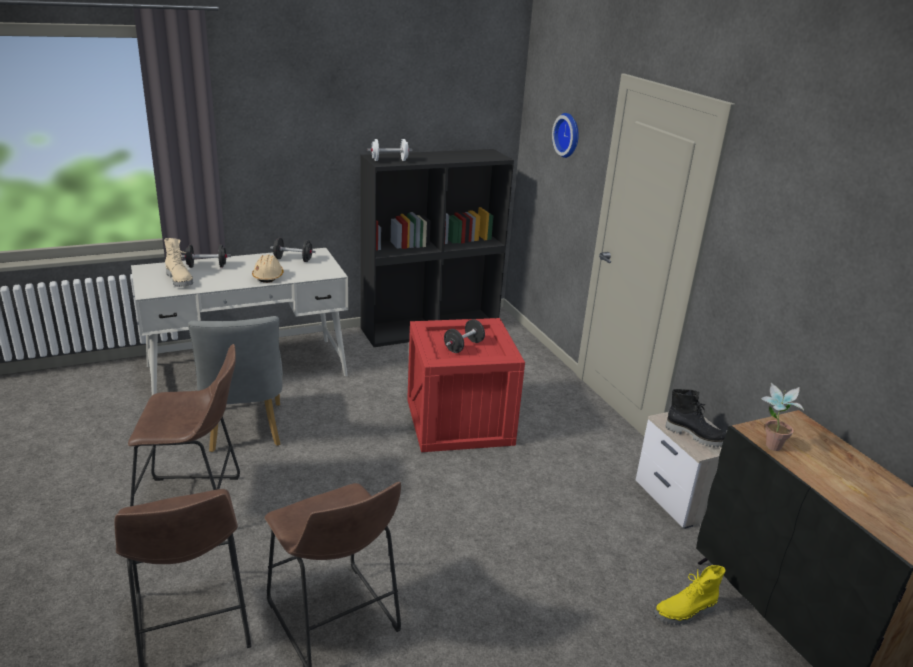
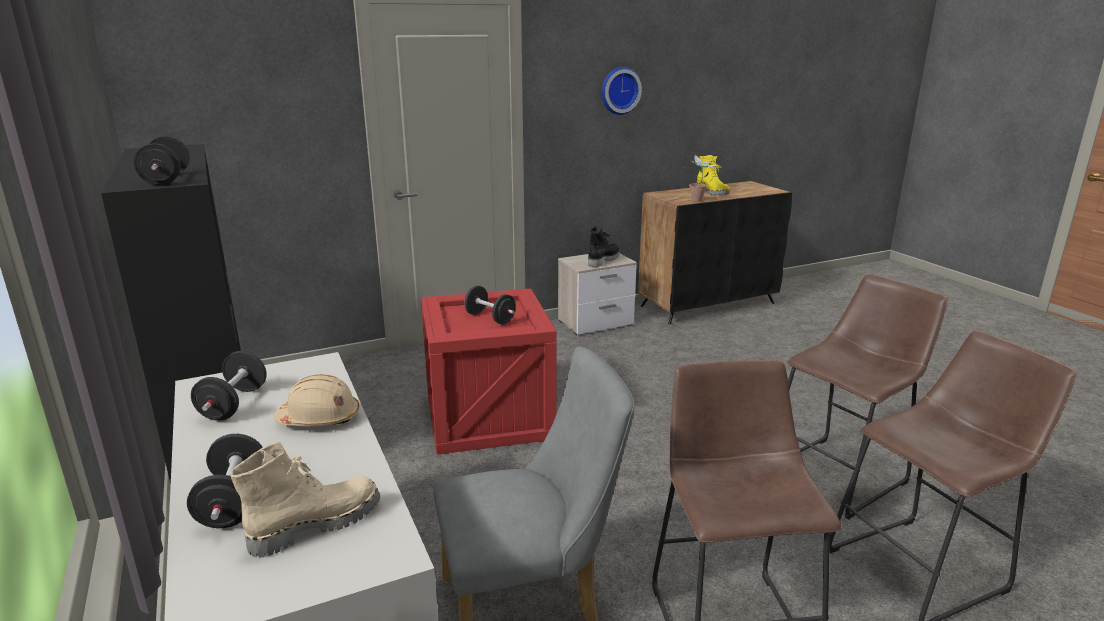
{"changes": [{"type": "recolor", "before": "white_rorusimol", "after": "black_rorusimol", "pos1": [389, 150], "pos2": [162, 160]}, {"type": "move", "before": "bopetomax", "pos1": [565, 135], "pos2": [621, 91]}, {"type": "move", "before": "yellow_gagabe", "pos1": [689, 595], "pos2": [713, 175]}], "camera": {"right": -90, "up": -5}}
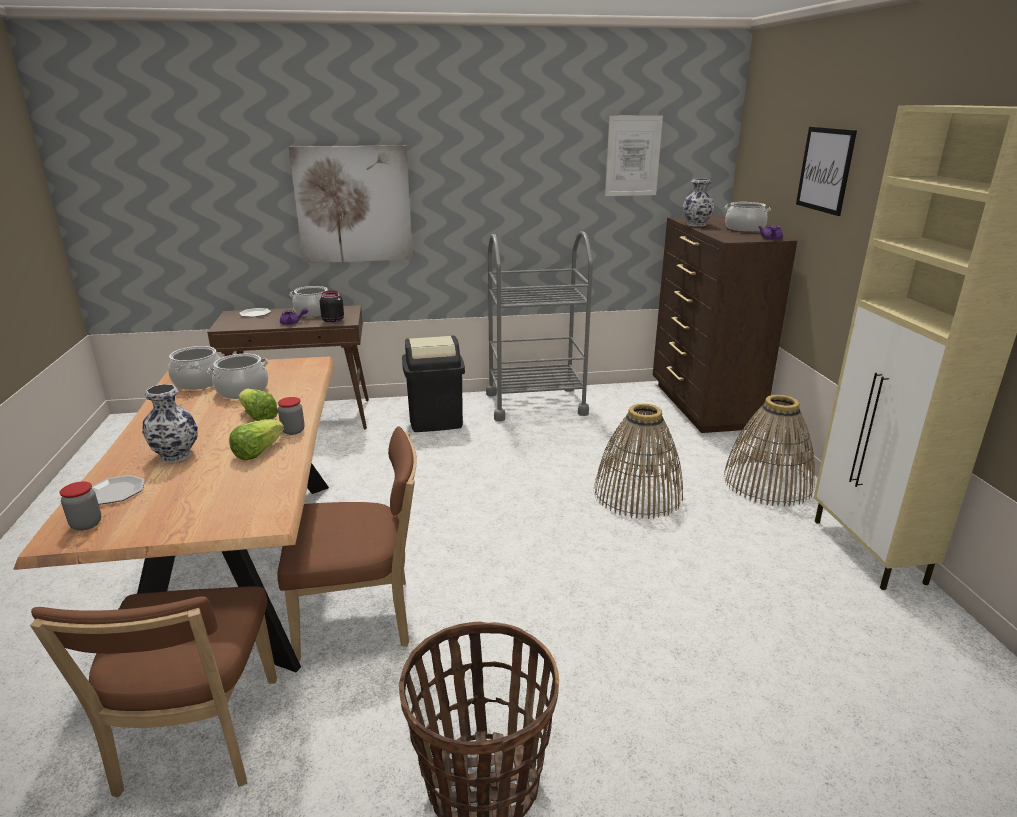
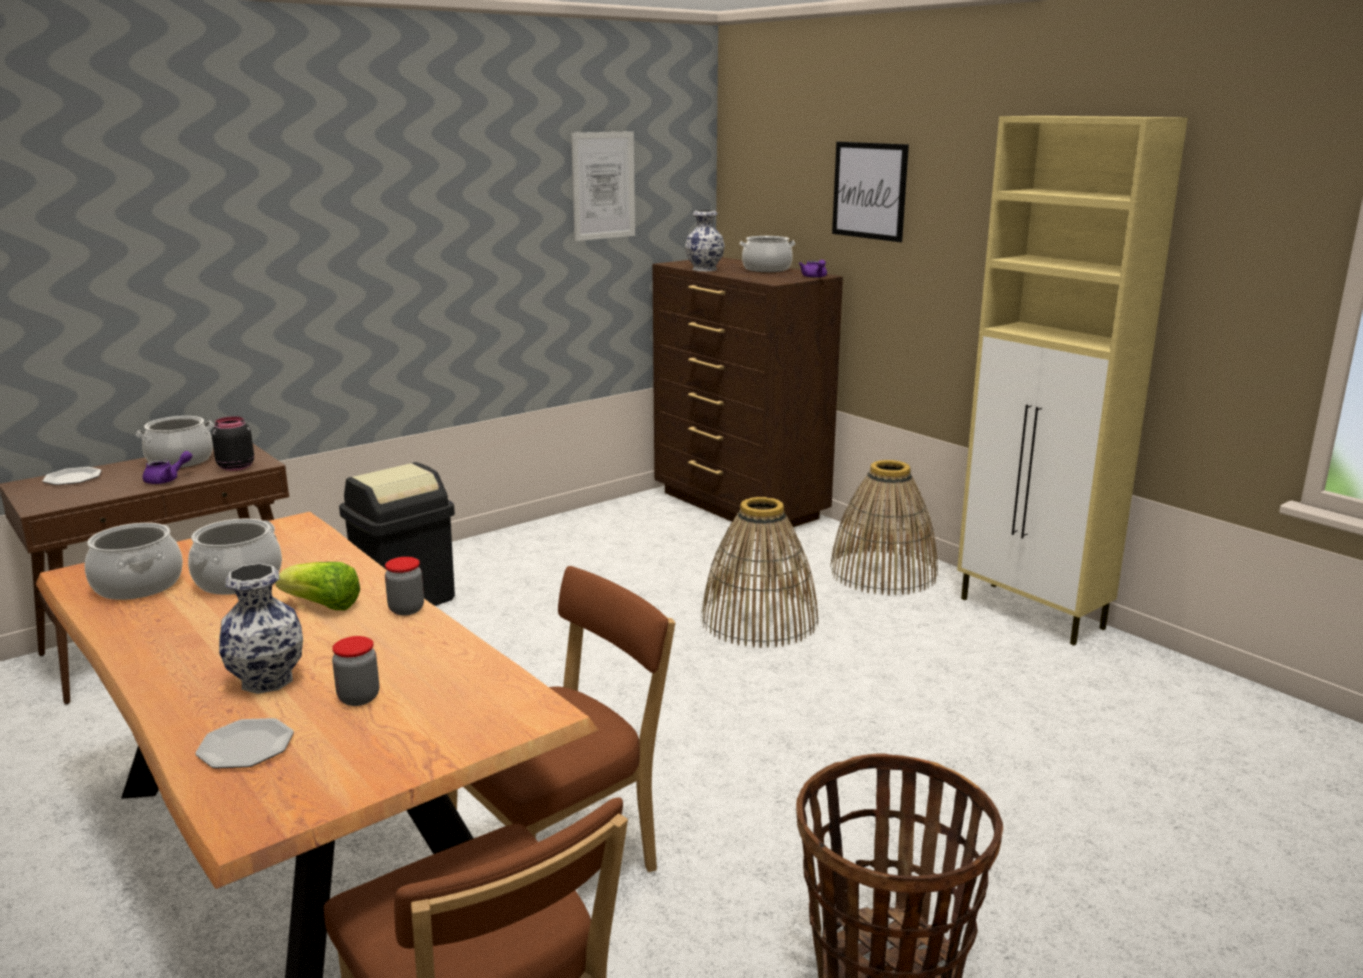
{"changes": [{"type": "move", "before": "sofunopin", "pos1": [80, 506], "pos2": [355, 671]}, {"type": "delete", "before": "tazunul", "pos1": [256, 439]}, {"type": "delete", "before": "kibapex", "pos1": [351, 204]}, {"type": "delete", "before": "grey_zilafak", "pos1": [539, 326]}], "camera": {"right": -30, "up": -5}}
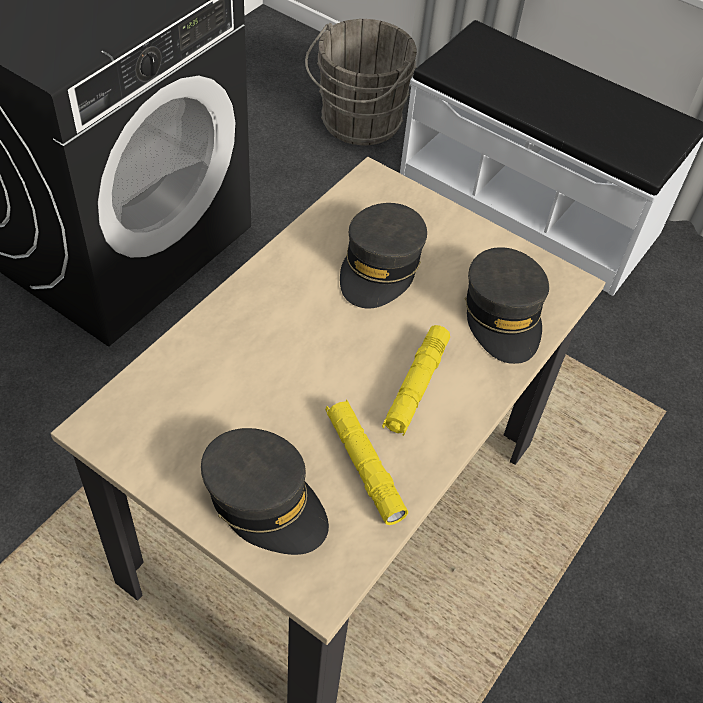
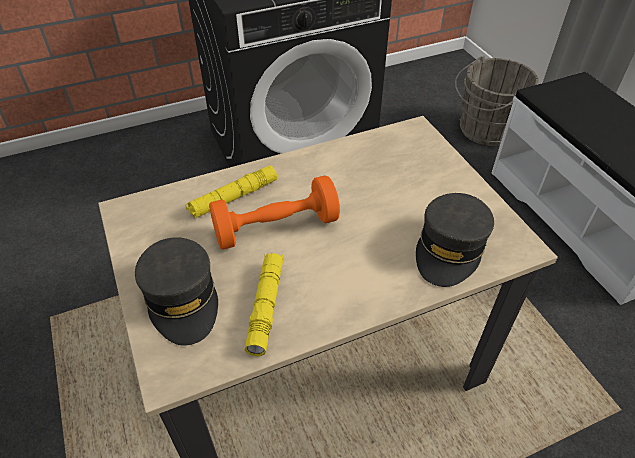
{"changes": [{"type": "move", "before": "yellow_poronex", "pos1": [416, 380], "pos2": [231, 191]}, {"type": "insert", "after": "orange_rorusimol", "pos2": [274, 212]}, {"type": "delete", "before": "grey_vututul", "pos1": [383, 256]}], "camera": {"right": 35, "up": -5}}
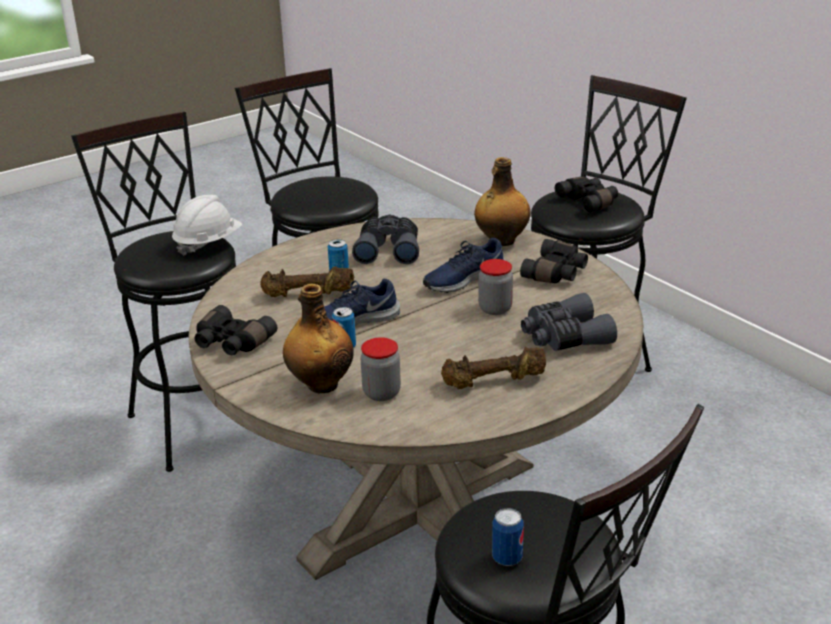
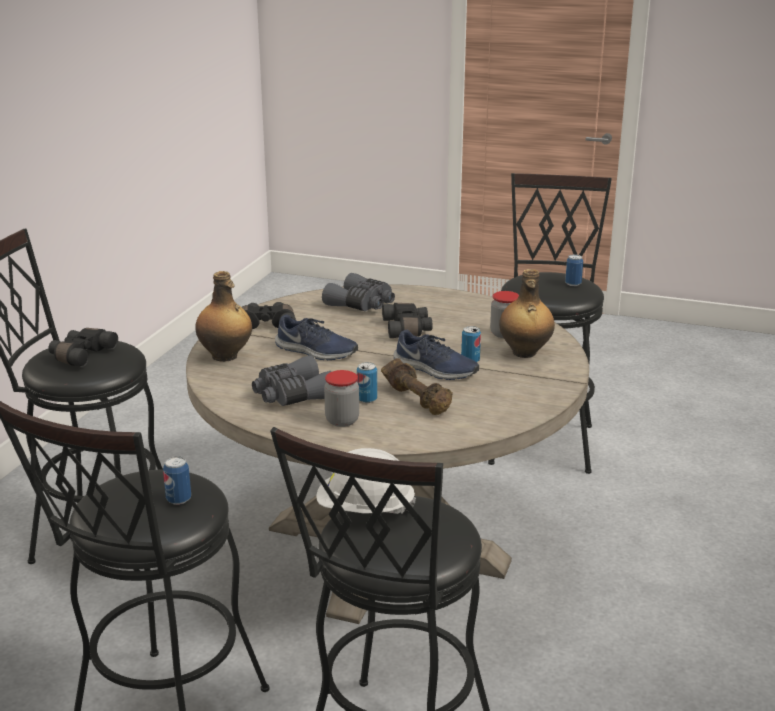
{"changes": [{"type": "insert", "after": "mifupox", "pos2": [177, 480]}, {"type": "move", "before": "sofunopin", "pos1": [495, 287], "pos2": [341, 398]}, {"type": "move", "before": "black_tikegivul", "pos1": [235, 330], "pos2": [407, 320]}, {"type": "delete", "before": "brown_rorusimol", "pos1": [493, 368]}], "camera": {"right": -125, "up": -5}}
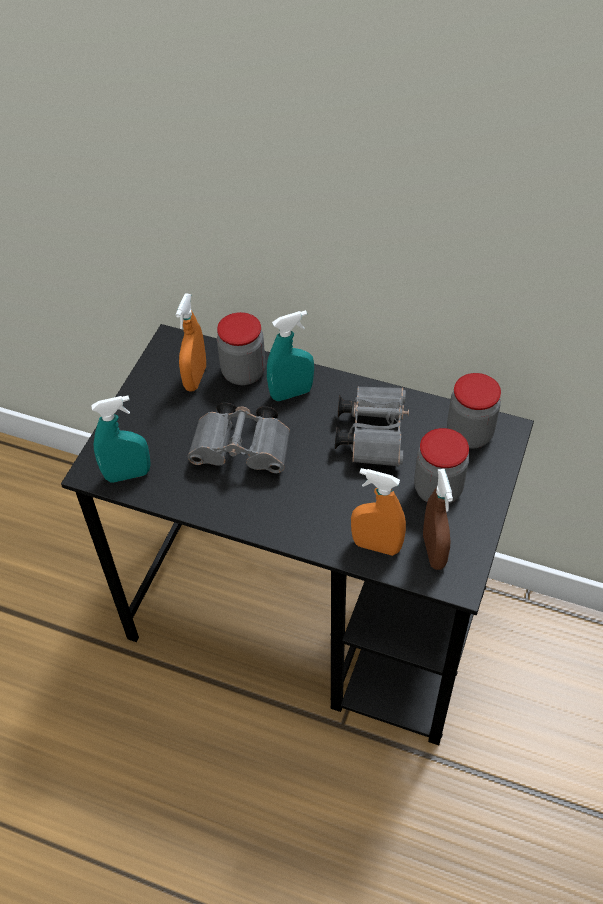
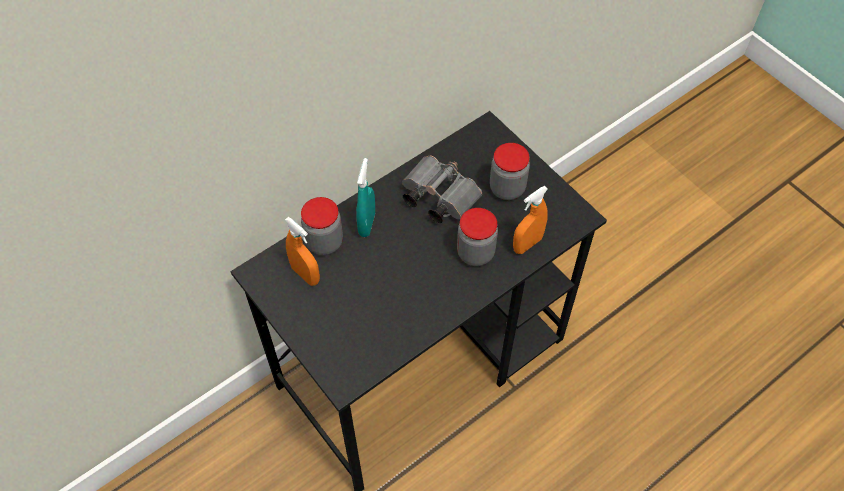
{"changes": [{"type": "move", "before": "sofunopin", "pos1": [474, 411], "pos2": [477, 237]}, {"type": "delete", "before": "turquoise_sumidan", "pos1": [121, 439]}, {"type": "delete", "before": "grey_tikegivul", "pos1": [239, 437]}, {"type": "delete", "before": "brown_sumidan", "pos1": [438, 519]}], "camera": {"right": -60, "up": 5}}
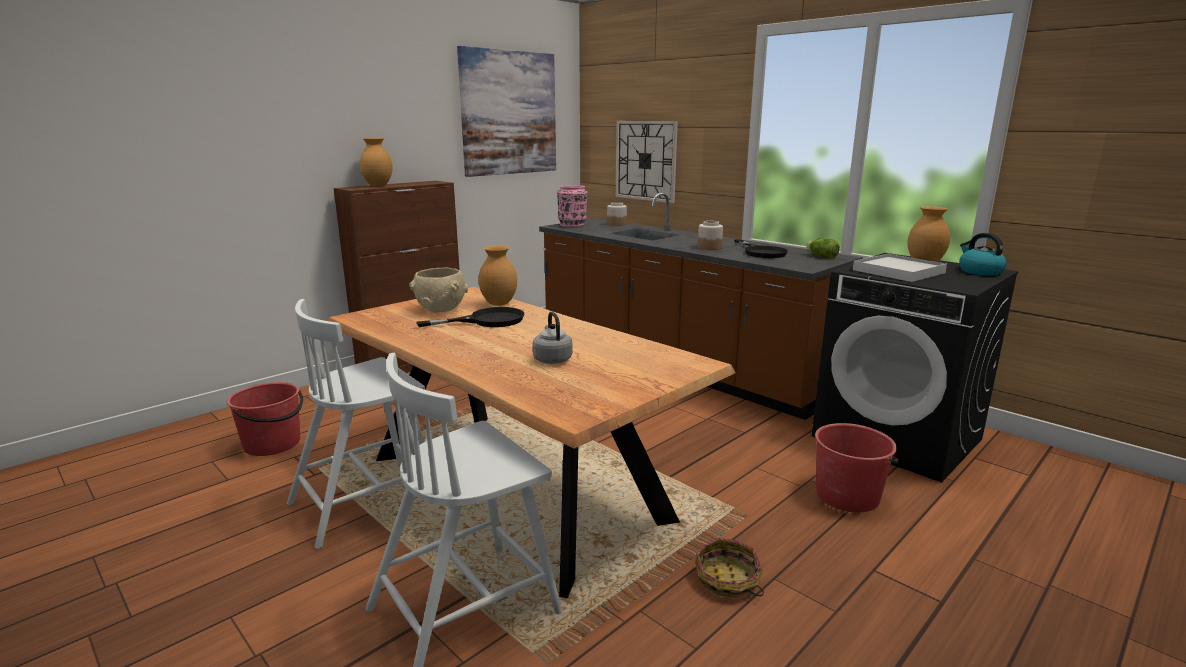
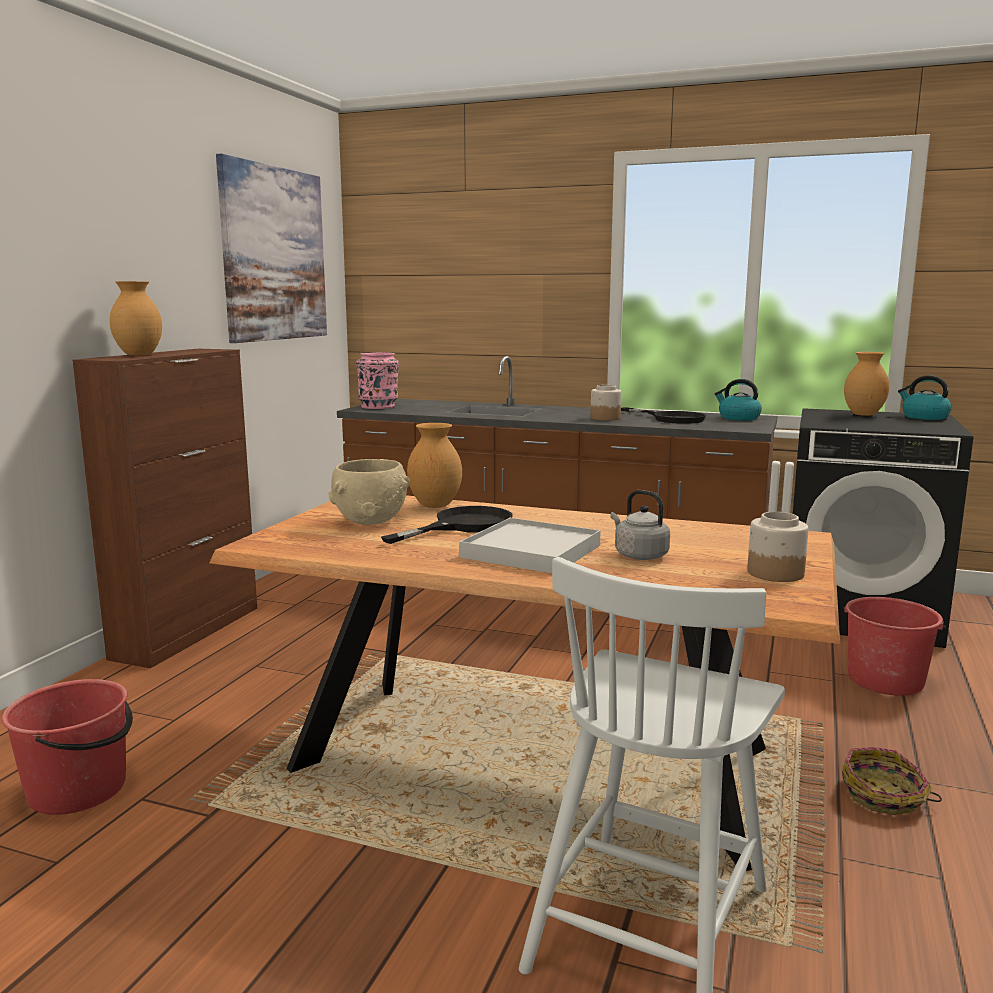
{"changes": [{"type": "move", "before": "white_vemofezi", "pos1": [900, 268], "pos2": [530, 545]}, {"type": "replace", "before": "tazunul", "after": "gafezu", "pos1": [823, 248], "pos2": [738, 399]}, {"type": "move", "before": "sofunopin", "pos1": [617, 214], "pos2": [778, 547]}, {"type": "delete", "before": "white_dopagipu", "pos1": [356, 424]}, {"type": "delete", "before": "bopetomax", "pos1": [647, 162]}], "camera": {"right": -25, "up": -5}}
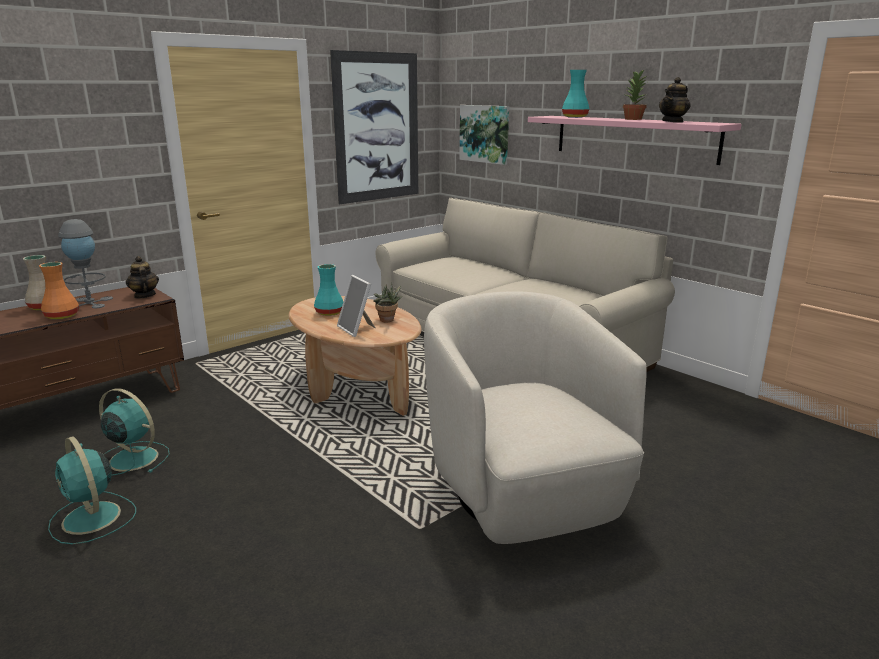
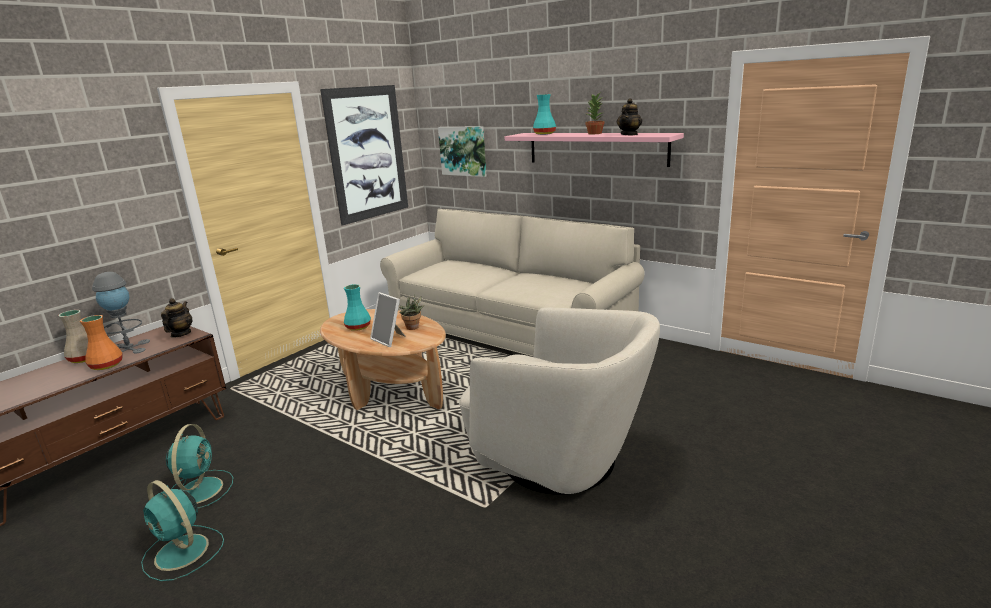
{"changes": [{"type": "rotate", "before": "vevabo", "pos1": [142, 277], "pos2": [176, 318], "turn": 45}, {"type": "rotate", "before": "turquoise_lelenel", "pos1": [134, 432], "pos2": [199, 466], "turn": 75}, {"type": "rotate", "before": "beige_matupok", "pos1": [535, 417], "pos2": [559, 401], "turn": 150}], "camera": {"right": -10, "up": 0}}
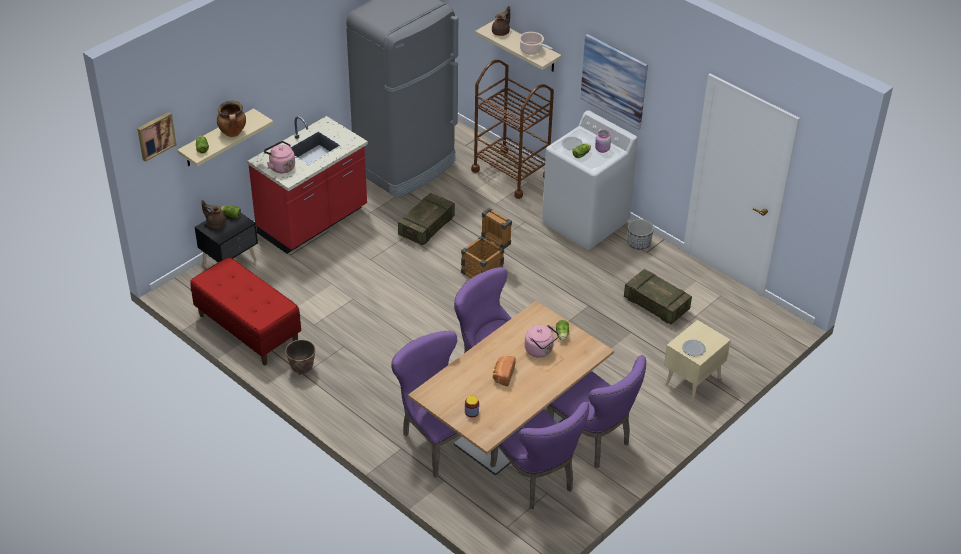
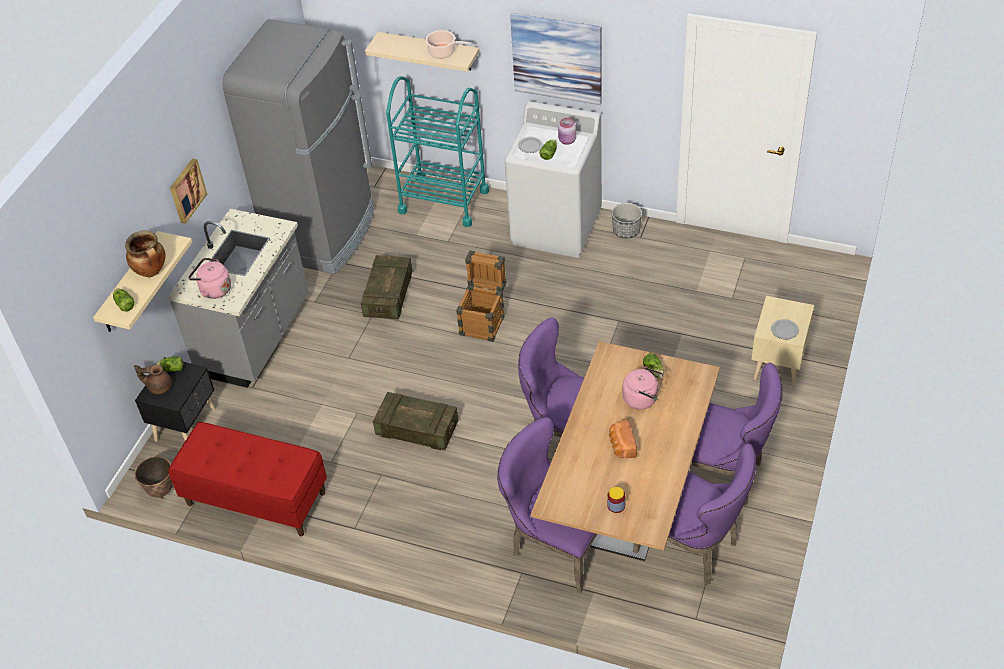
{"changes": [{"type": "move", "before": "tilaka", "pos1": [300, 357], "pos2": [154, 477]}, {"type": "recolor", "before": "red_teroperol", "after": "grey_teroperol", "pos1": [307, 185], "pos2": [238, 298]}, {"type": "move", "before": "kibapex", "pos1": [157, 137], "pos2": [188, 191]}, {"type": "move", "before": "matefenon", "pos1": [658, 296], "pos2": [415, 421]}, {"type": "recolor", "before": "brown_zilafak", "after": "turquoise_zilafak", "pos1": [512, 129], "pos2": [437, 151]}, {"type": "delete", "before": "brown_vevabo", "pos1": [501, 21]}], "camera": {"right": -20, "up": 5}}
